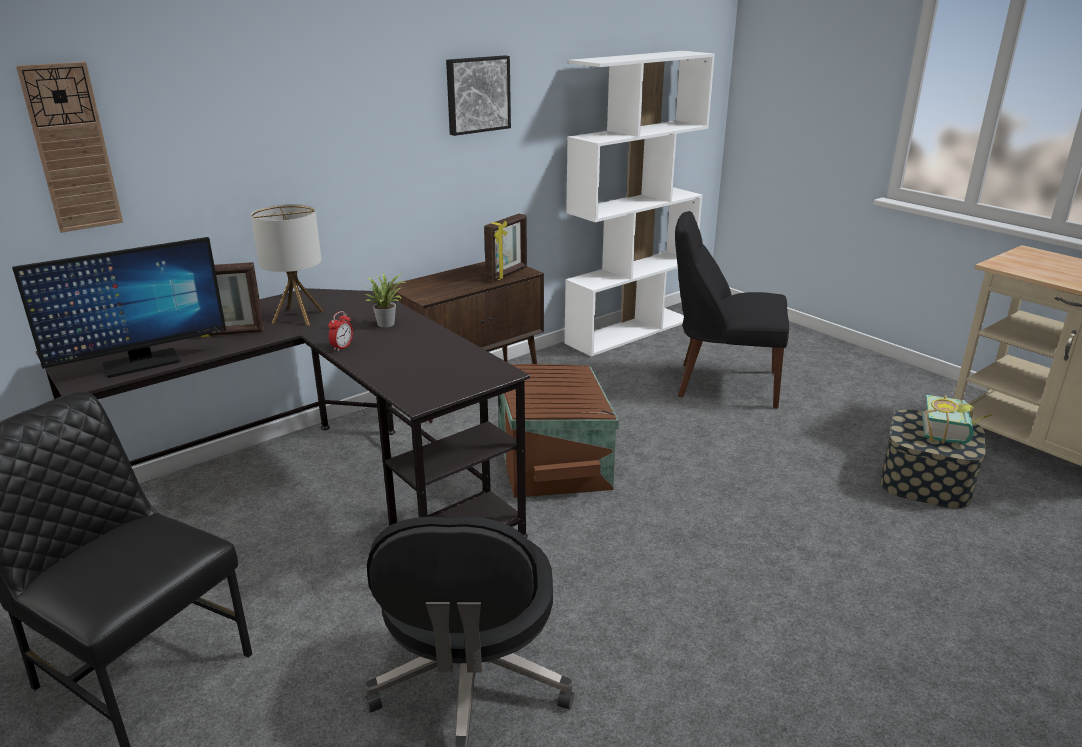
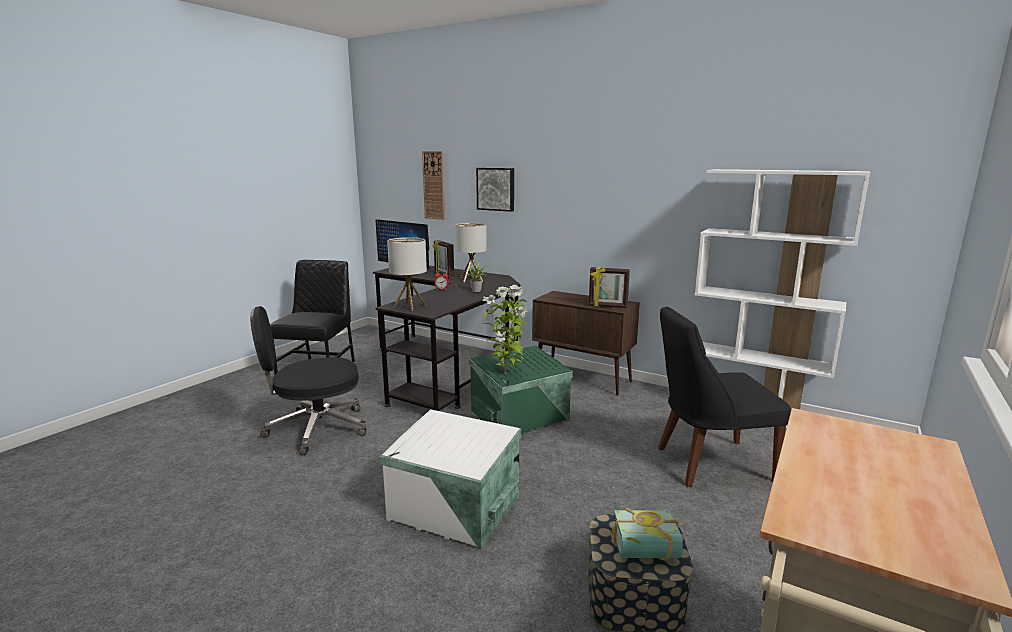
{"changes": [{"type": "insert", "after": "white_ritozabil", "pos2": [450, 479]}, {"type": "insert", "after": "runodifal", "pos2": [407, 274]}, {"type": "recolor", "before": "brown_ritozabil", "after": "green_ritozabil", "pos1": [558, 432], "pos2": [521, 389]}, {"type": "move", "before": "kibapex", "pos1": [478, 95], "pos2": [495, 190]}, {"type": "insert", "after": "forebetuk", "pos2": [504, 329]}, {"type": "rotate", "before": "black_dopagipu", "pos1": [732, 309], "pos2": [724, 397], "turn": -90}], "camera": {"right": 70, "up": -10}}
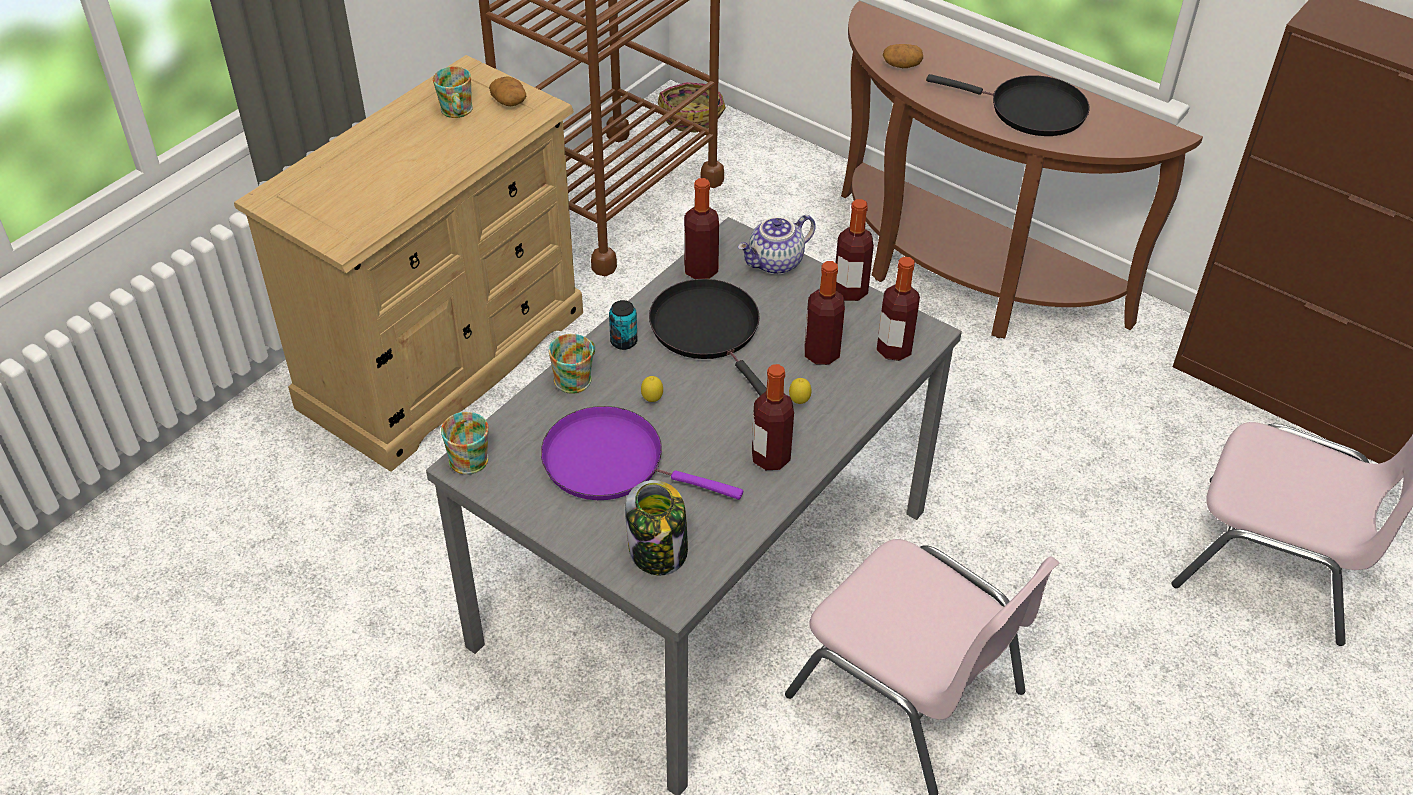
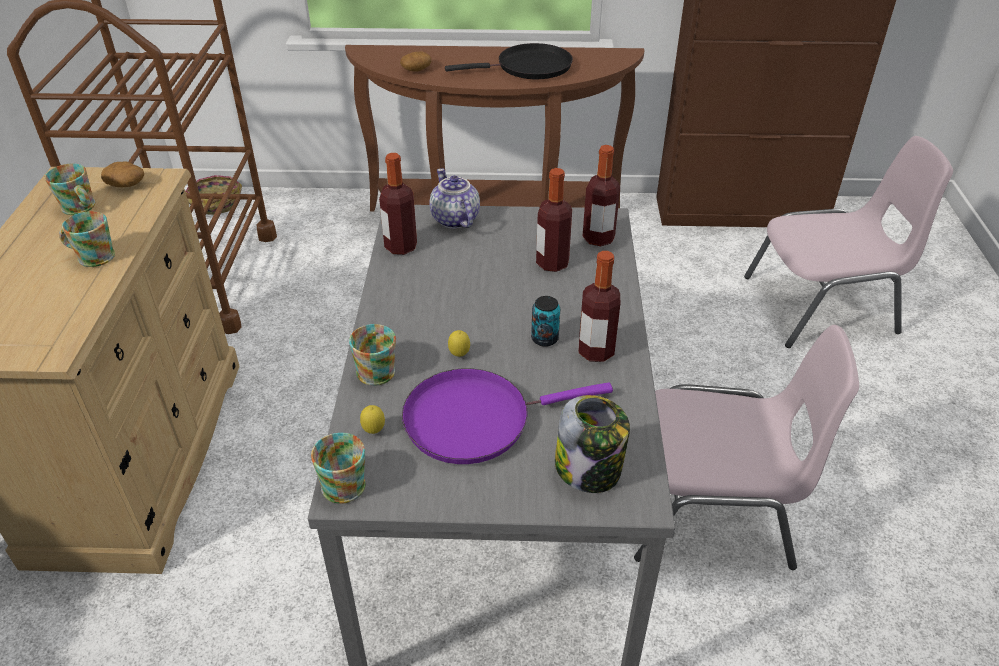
{"changes": [{"type": "insert", "after": "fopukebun", "pos2": [87, 239]}, {"type": "move", "before": "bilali", "pos1": [800, 391], "pos2": [372, 419]}, {"type": "rotate", "before": "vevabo", "pos1": [777, 245], "pos2": [455, 198], "turn": 135}, {"type": "move", "before": "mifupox", "pos1": [623, 325], "pos2": [545, 321]}, {"type": "delete", "before": "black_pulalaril", "pos1": [708, 337]}, {"type": "delete", "before": "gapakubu", "pos1": [855, 250]}], "camera": {"right": -35, "up": -5}}
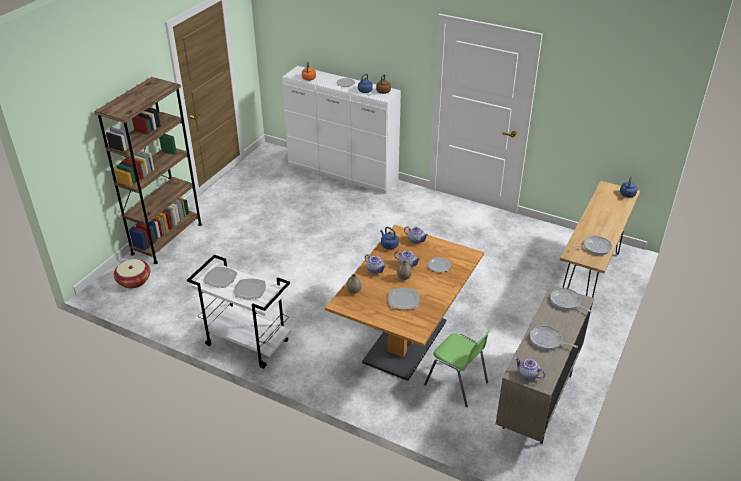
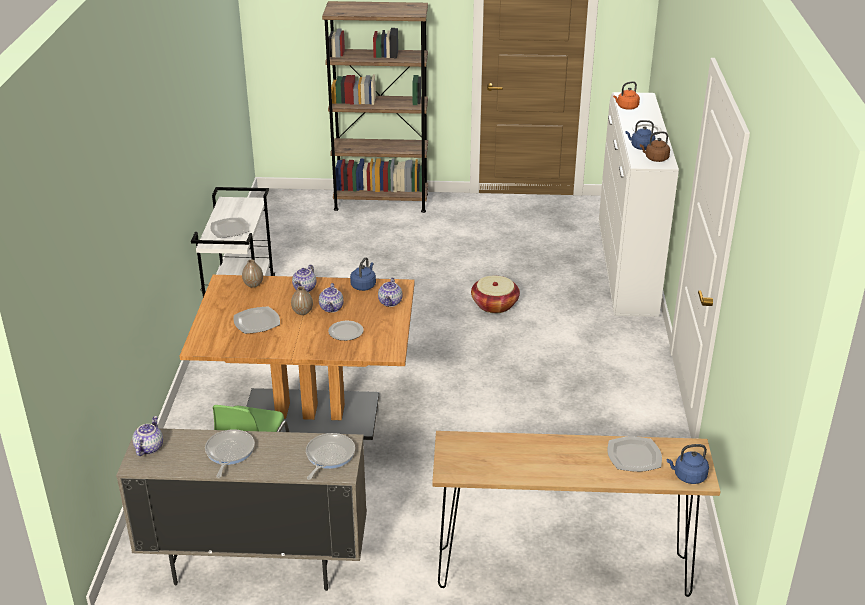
{"changes": [{"type": "move", "before": "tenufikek", "pos1": [132, 274], "pos2": [495, 294]}, {"type": "move", "before": "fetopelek", "pos1": [220, 277], "pos2": [634, 454]}, {"type": "delete", "before": "pulalaril", "pos1": [591, 245]}], "camera": {"right": 65, "up": -5}}
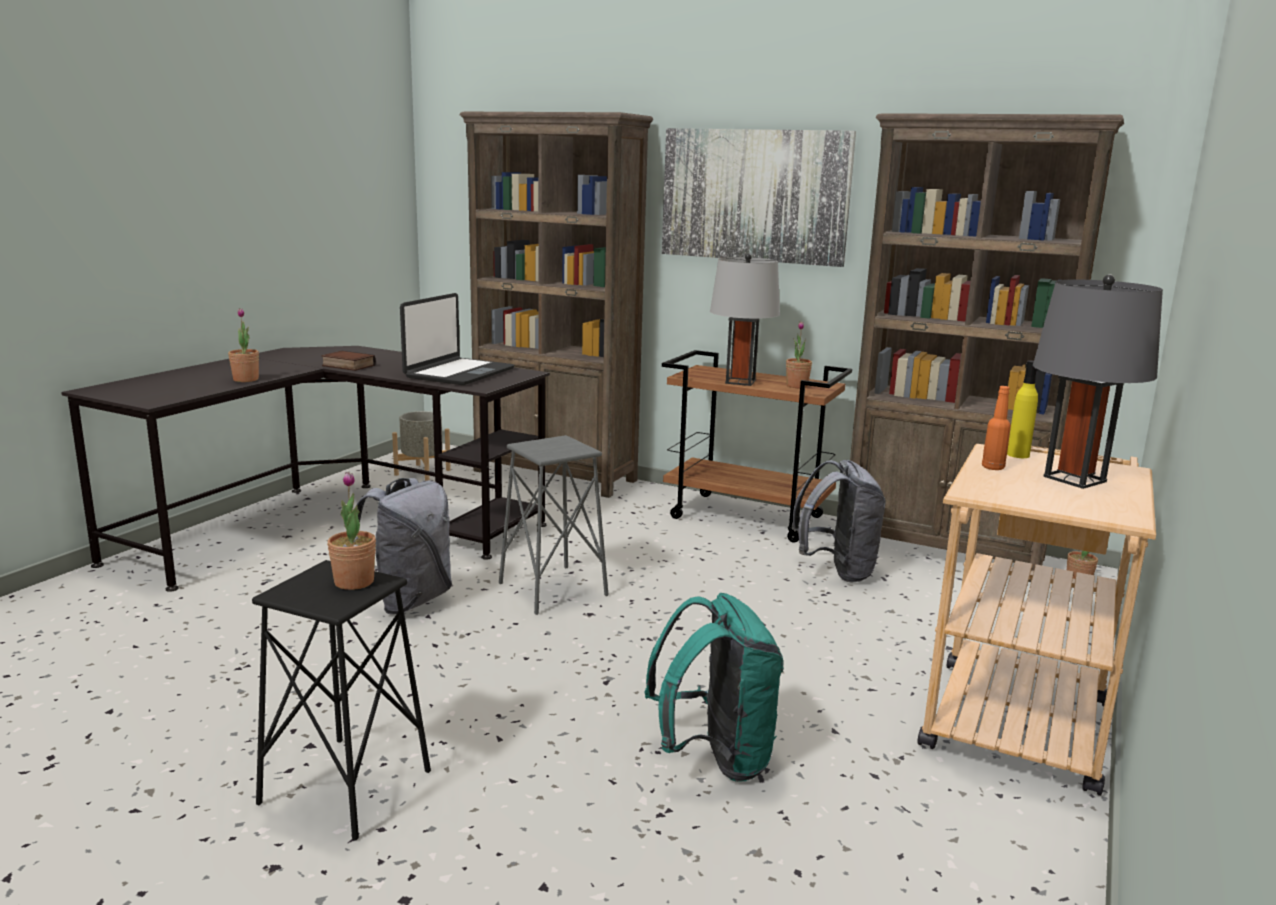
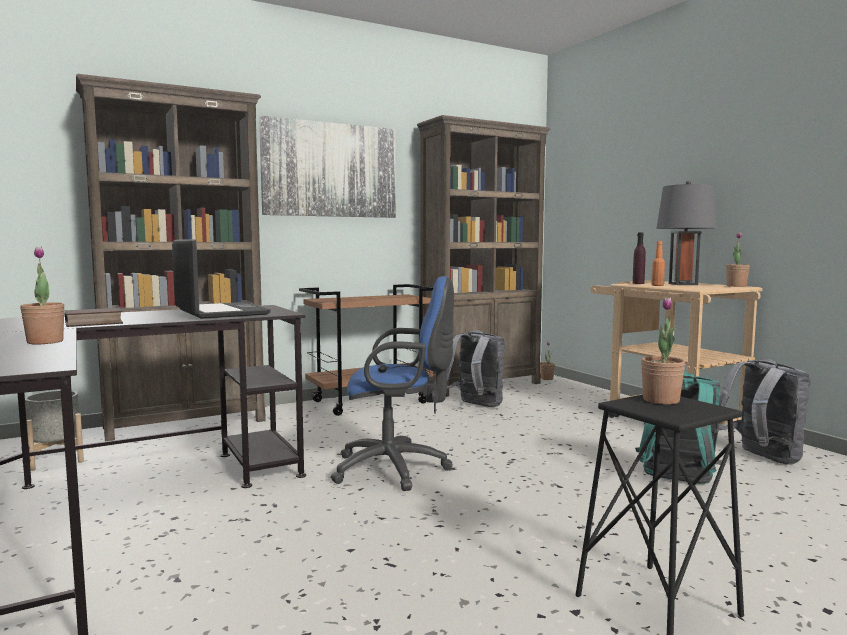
{"changes": [{"type": "replace", "before": "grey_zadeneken", "after": "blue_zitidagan", "pos1": [554, 525], "pos2": [392, 383]}, {"type": "recolor", "before": "yellow_gapakubu", "after": "purple_gapakubu", "pos1": [1022, 409], "pos2": [639, 258]}, {"type": "move", "before": "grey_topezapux", "pos1": [403, 546], "pos2": [764, 411]}, {"type": "move", "before": "forebetuk", "pos1": [799, 354], "pos2": [738, 259]}, {"type": "delete", "before": "grey_runodifal", "pos1": [745, 319]}], "camera": {"right": -55, "up": -10}}
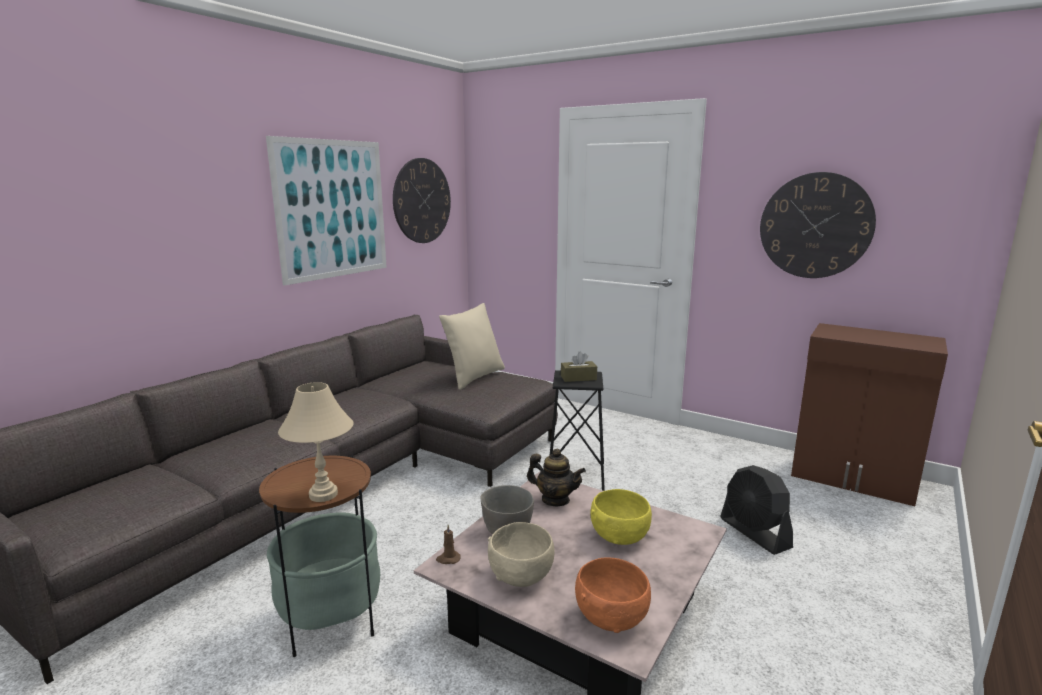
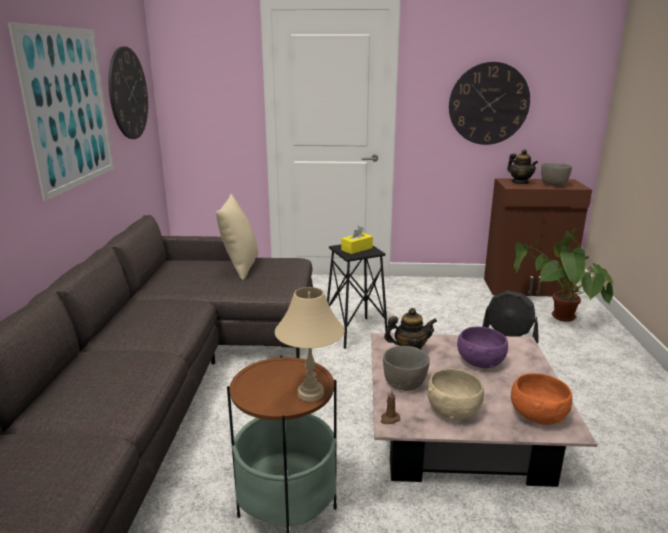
{"changes": [{"type": "recolor", "before": "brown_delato", "after": "yellow_delato", "pos1": [579, 367], "pos2": [357, 240]}, {"type": "recolor", "before": "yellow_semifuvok", "after": "purple_semifuvok", "pos1": [621, 517], "pos2": [482, 347]}, {"type": "insert", "after": "vevabo", "pos2": [522, 166]}, {"type": "insert", "after": "forebetuk", "pos2": [564, 275]}, {"type": "insert", "after": "grey_semifuvok", "pos2": [556, 174]}], "camera": {"right": -30, "up": 5}}
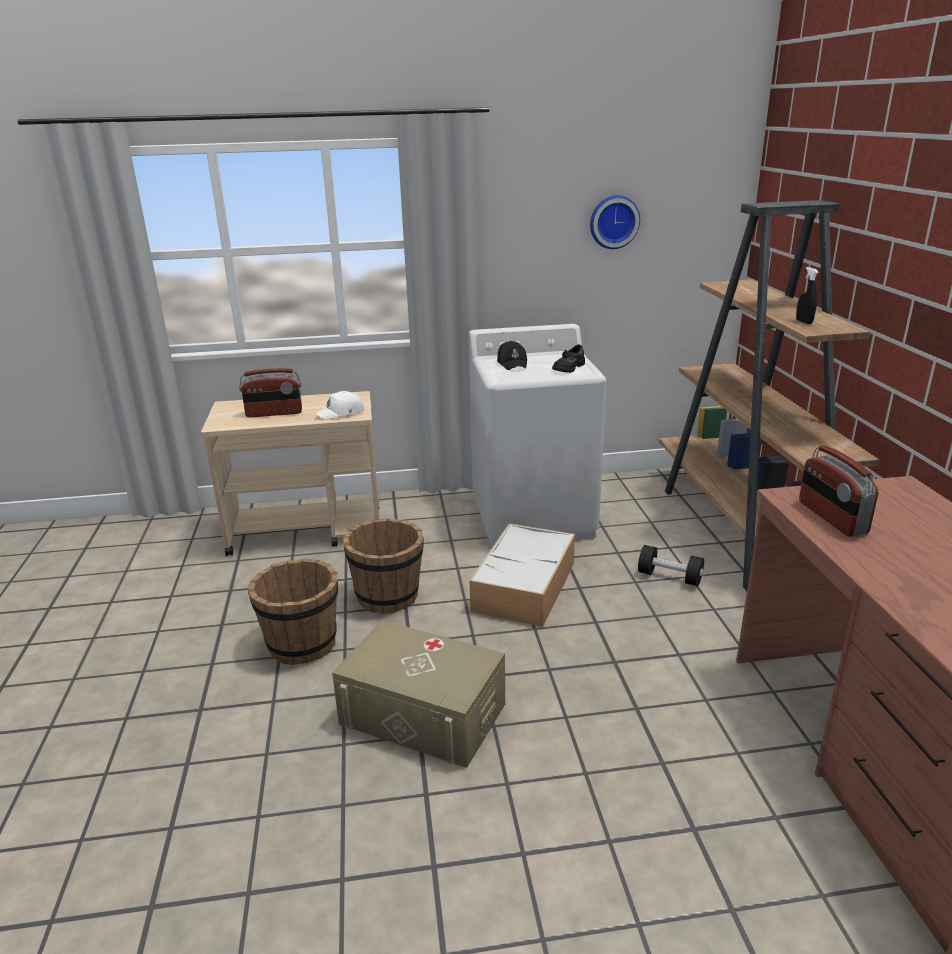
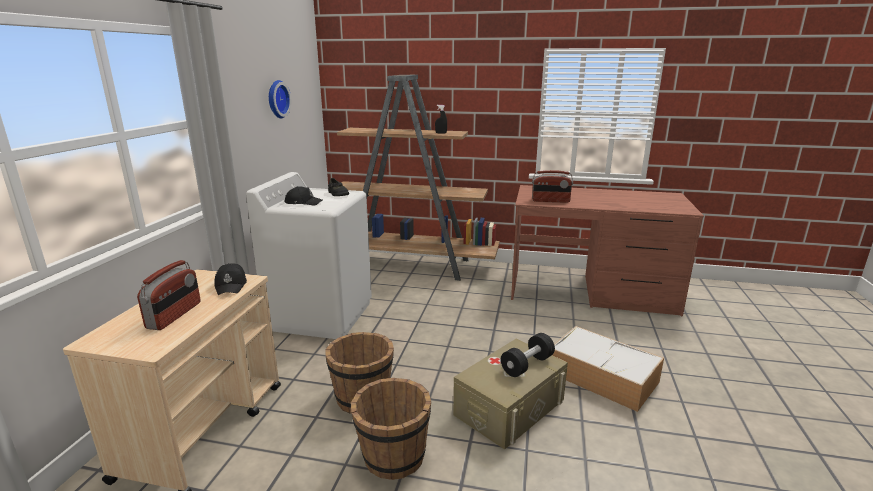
{"changes": [{"type": "recolor", "before": "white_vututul", "after": "black_vututul", "pos1": [339, 405], "pos2": [230, 279]}, {"type": "move", "before": "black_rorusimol", "pos1": [671, 565], "pos2": [528, 355]}, {"type": "move", "before": "ritozabil", "pos1": [522, 575], "pos2": [608, 369]}], "camera": {"right": -70, "up": -5}}
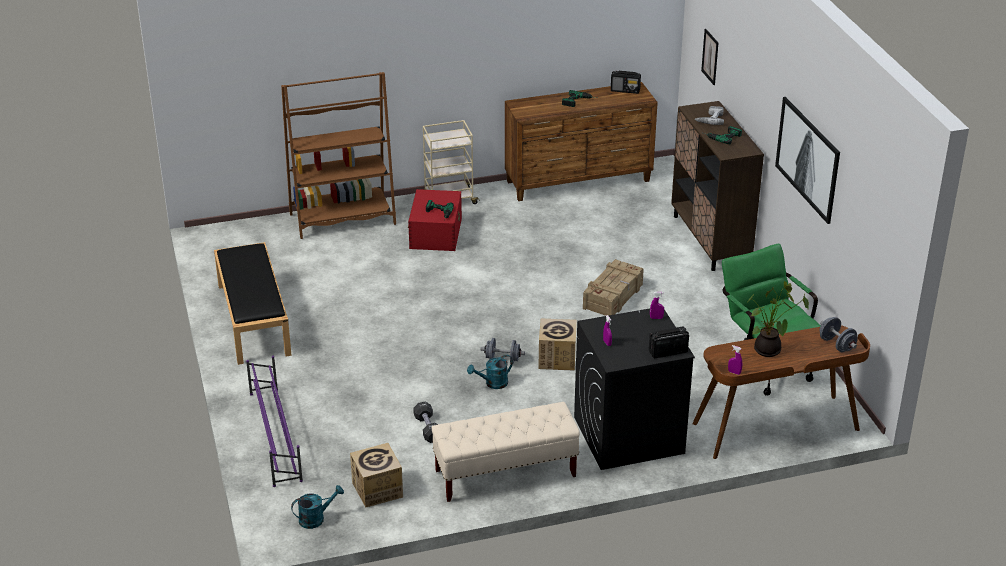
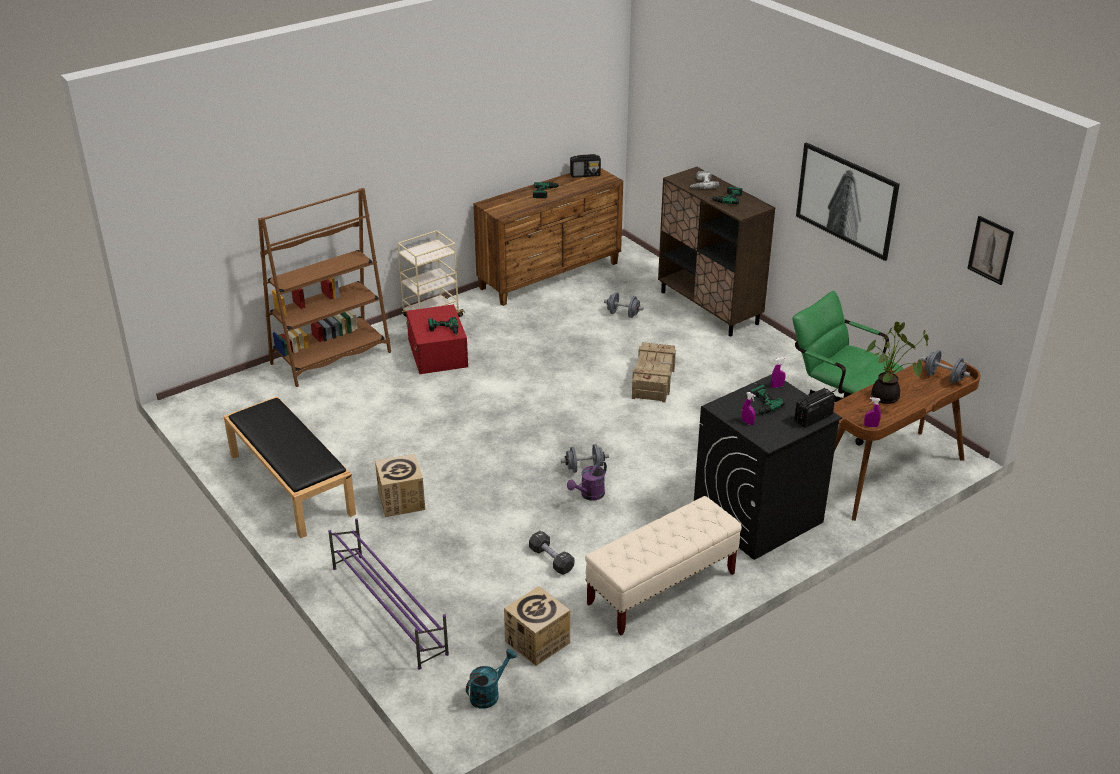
{"changes": [{"type": "move", "before": "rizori", "pos1": [557, 344], "pos2": [400, 485]}, {"type": "recolor", "before": "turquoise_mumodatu", "after": "purple_mumodatu", "pos1": [490, 372], "pos2": [587, 481]}, {"type": "insert", "after": "grey_rorusimol", "pos2": [623, 305]}, {"type": "insert", "after": "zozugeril", "pos2": [767, 399]}, {"type": "move", "before": "kibapex", "pos1": [709, 57], "pos2": [990, 250]}], "camera": {"right": -20, "up": 0}}
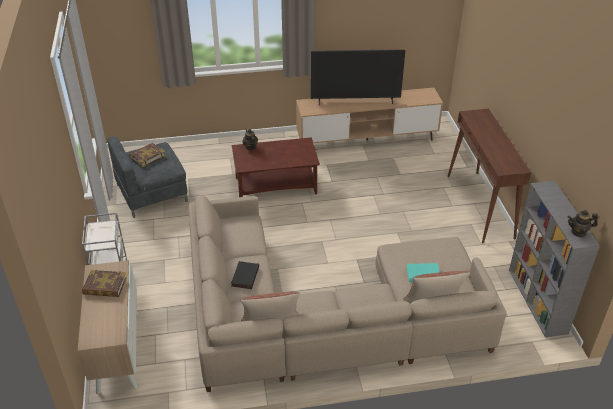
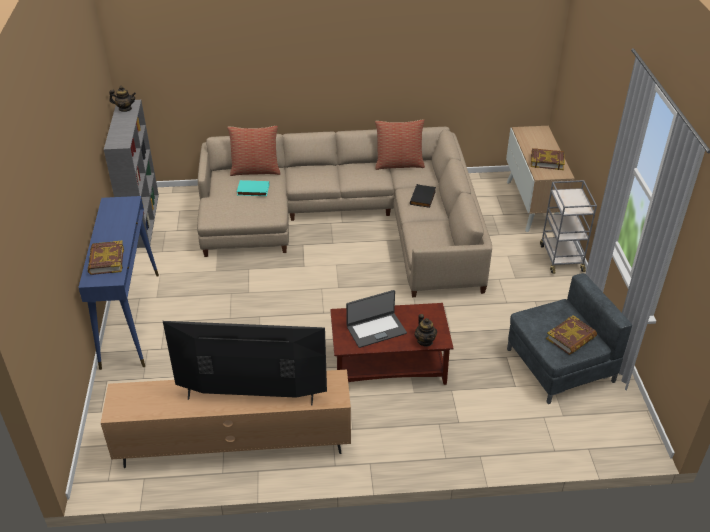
{"changes": [{"type": "recolor", "before": "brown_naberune", "after": "blue_naberune", "pos1": [489, 176], "pos2": [118, 283]}, {"type": "insert", "after": "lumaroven", "pos2": [106, 258]}, {"type": "insert", "after": "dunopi", "pos2": [376, 319]}], "camera": {"right": -175, "up": 0}}
